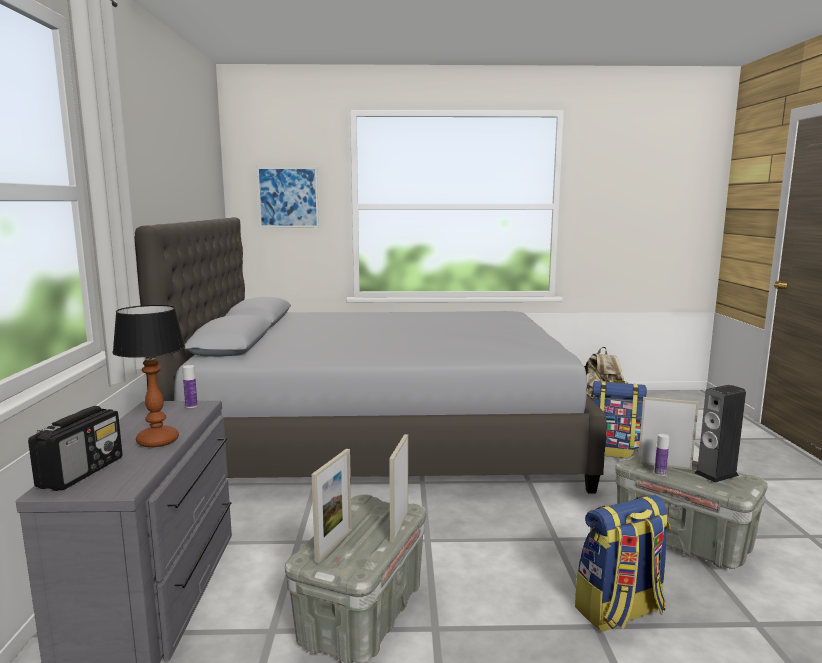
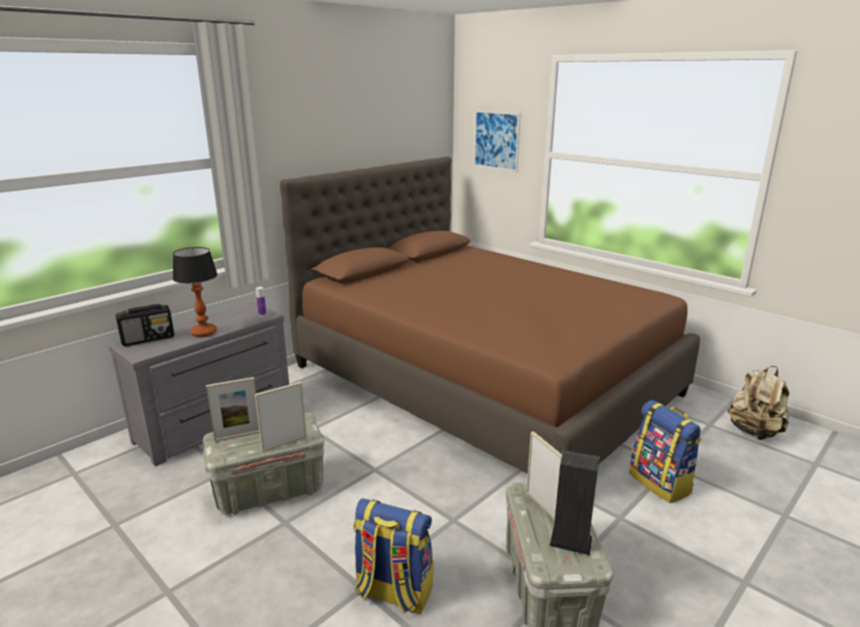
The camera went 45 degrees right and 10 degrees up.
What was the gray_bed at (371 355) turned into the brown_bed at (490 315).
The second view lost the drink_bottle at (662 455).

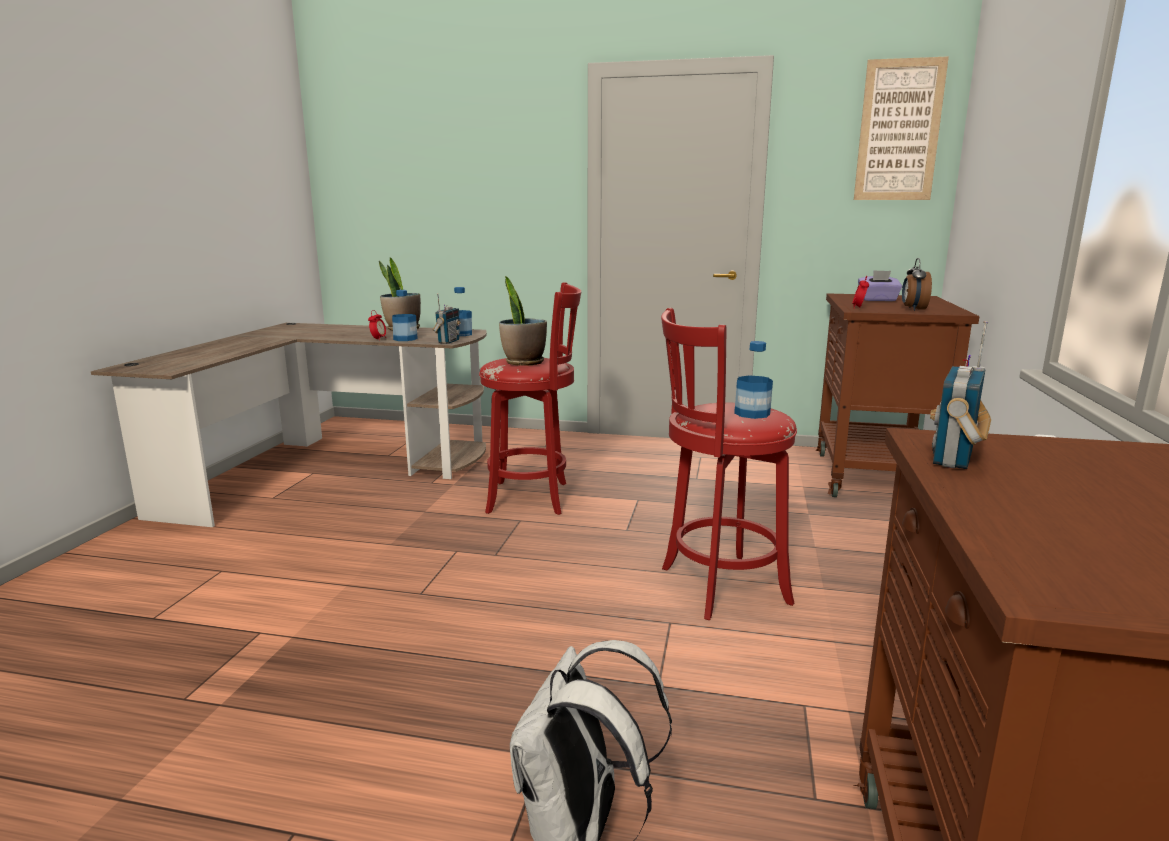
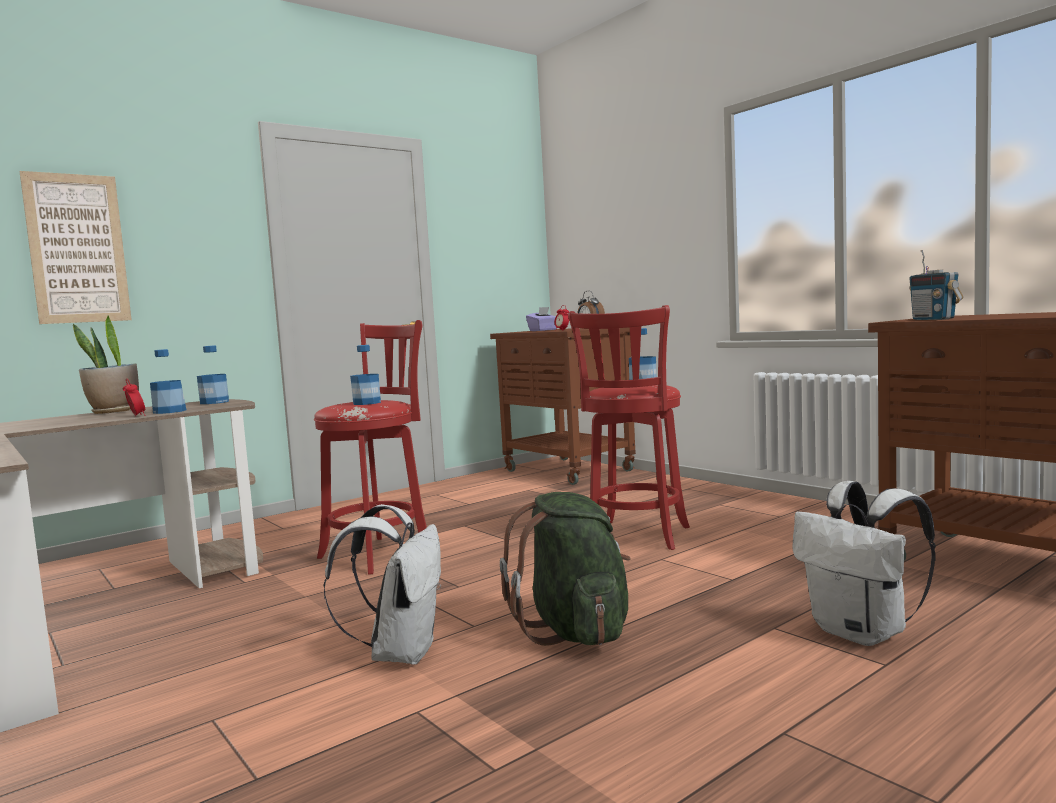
The camera went 50 degrees left and 10 degrees down.
The wall_art ended up elsewhere, having gone from (901 128) to (75 247).
The second view gained the white_knapsack at (382 584).
Where the potted_plant stood at (523 321), the drink_bottle came to stand at (365 375).
The second view gained the green-coloured_knapsack at (565 569).
The second view lost the radio_receiver at (447 318).

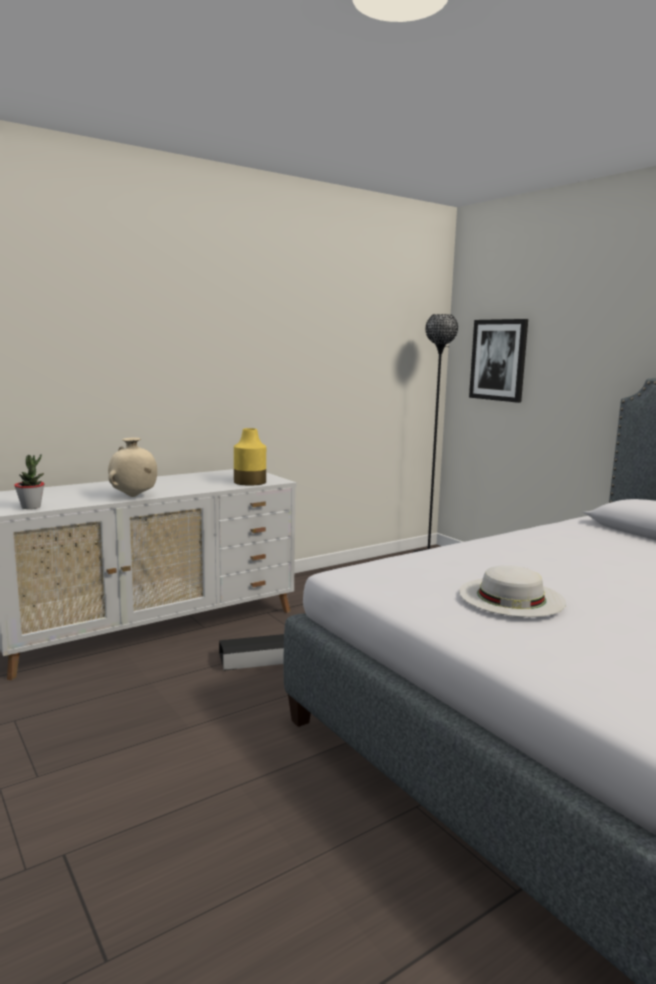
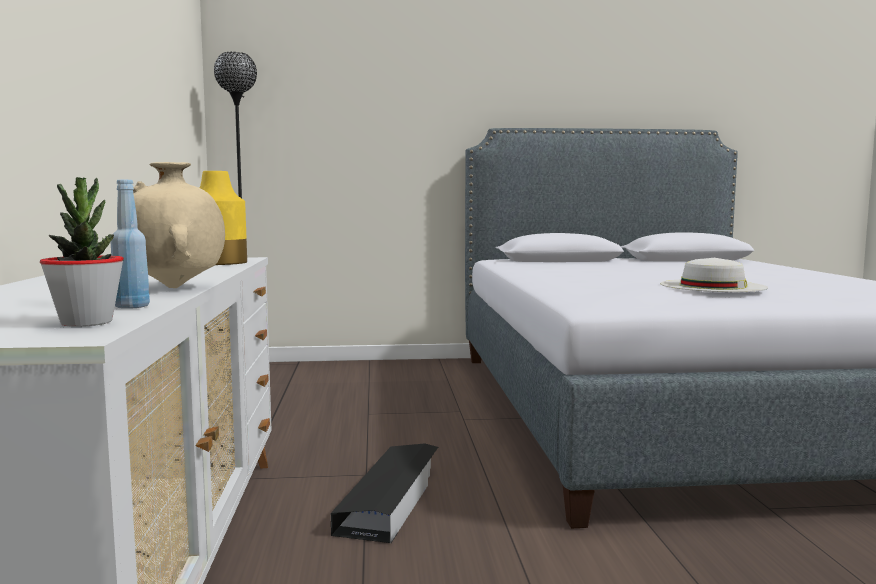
The camera went 60 degrees left and 5 degrees down.
The second view gained the blue-coloured_drink_bottle at (130 244).
The second view lost the wall_art at (498 361).

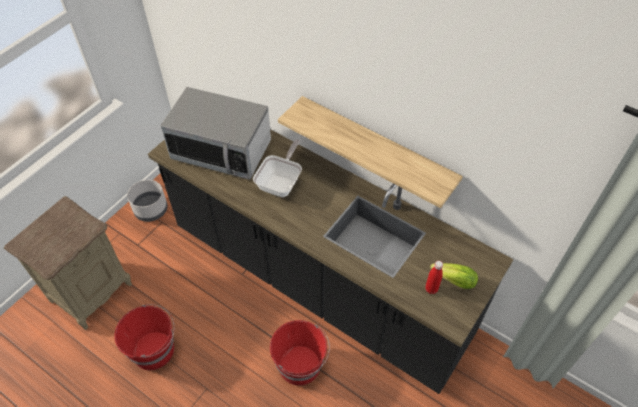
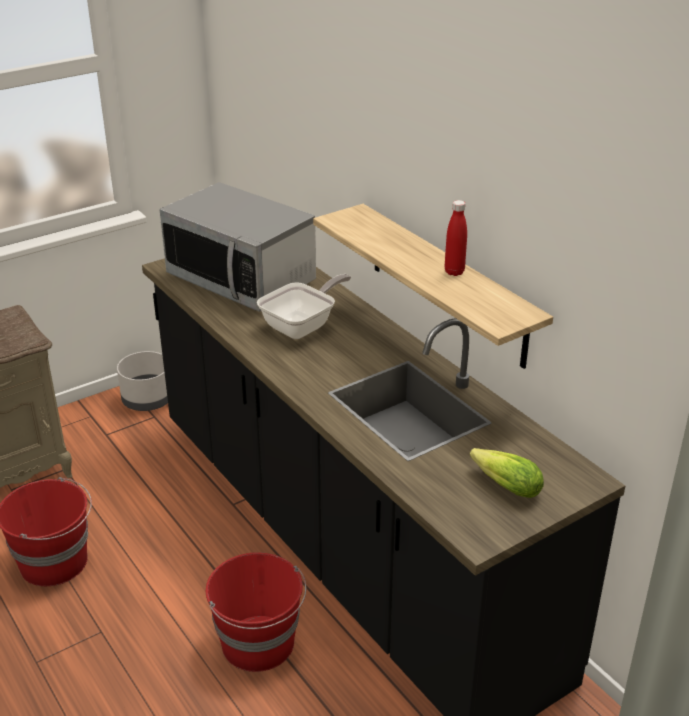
The camera went 20 degrees right and 20 degrees down.
The red-coloured_drink_bottle ended up elsewhere, having gone from (434 277) to (456 238).

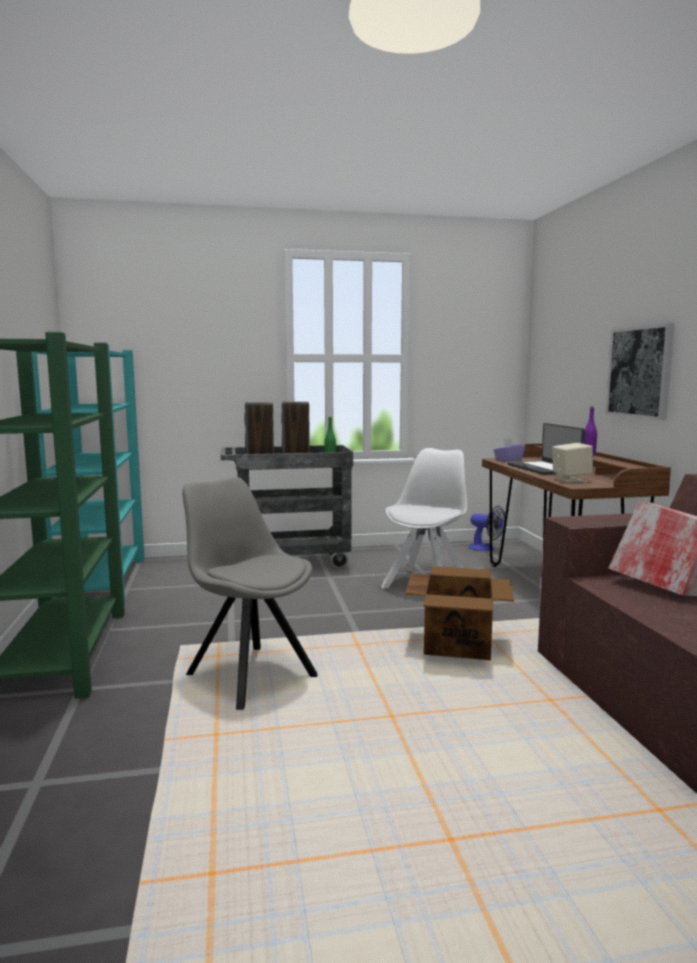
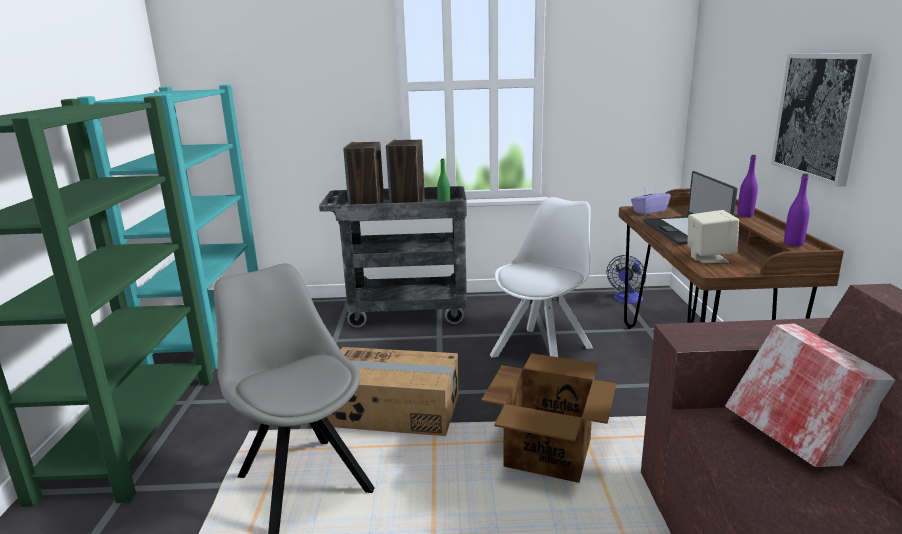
The camera went 10 degrees right and 10 degrees up.
The second view gained the packing_box at (393 391).
The cooling_fan at (486 528) ended up facing another way, 75 degrees clockwise from before.
The second view gained the purple-coloured_drink_bottle at (797 210).

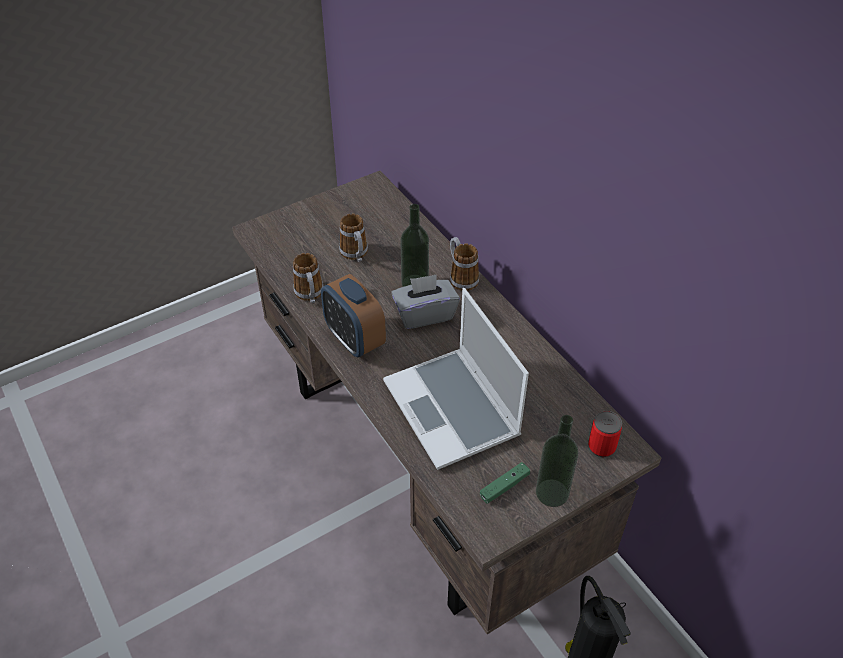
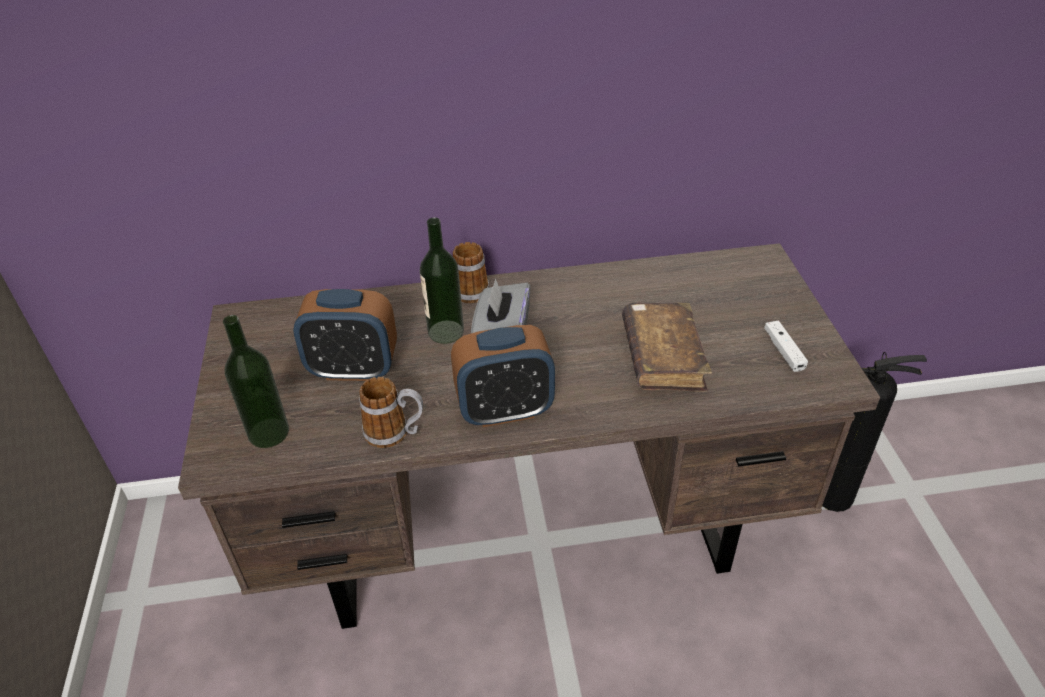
The camera went 65 degrees left and 5 degrees down.
The drink_bottle ended up elsewhere, having gone from (557 461) to (256 381).
Where the tea_mug stood at (353 238), the table_clock came to stand at (345 335).
Where the laptop stood at (456 379), the brown_book came to stand at (667 347).
What was the green-coloured_game_controller at (505 483) turned into the white_game_controller at (786 346).
The second view lost the metal_can at (605 434).

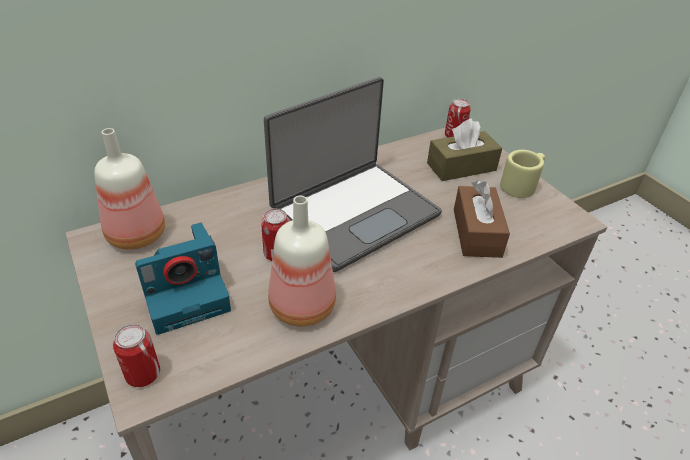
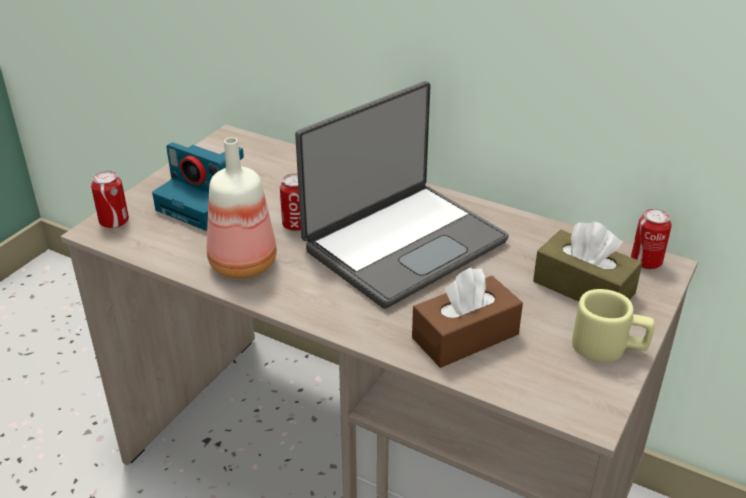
The camera went 60 degrees right and 5 degrees down.
The laptop at (353 174) ended up facing another way, 60 degrees counterclockwise from before.
The second view lost the drink_bottle at (129 189).

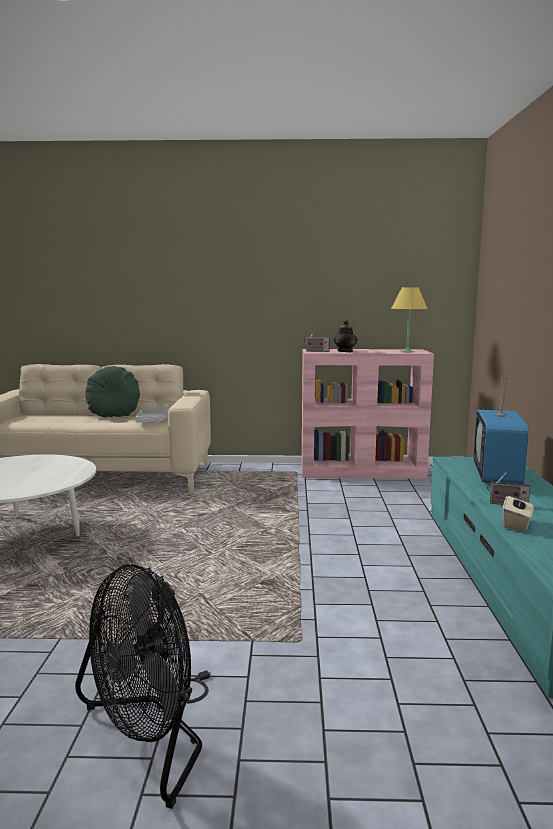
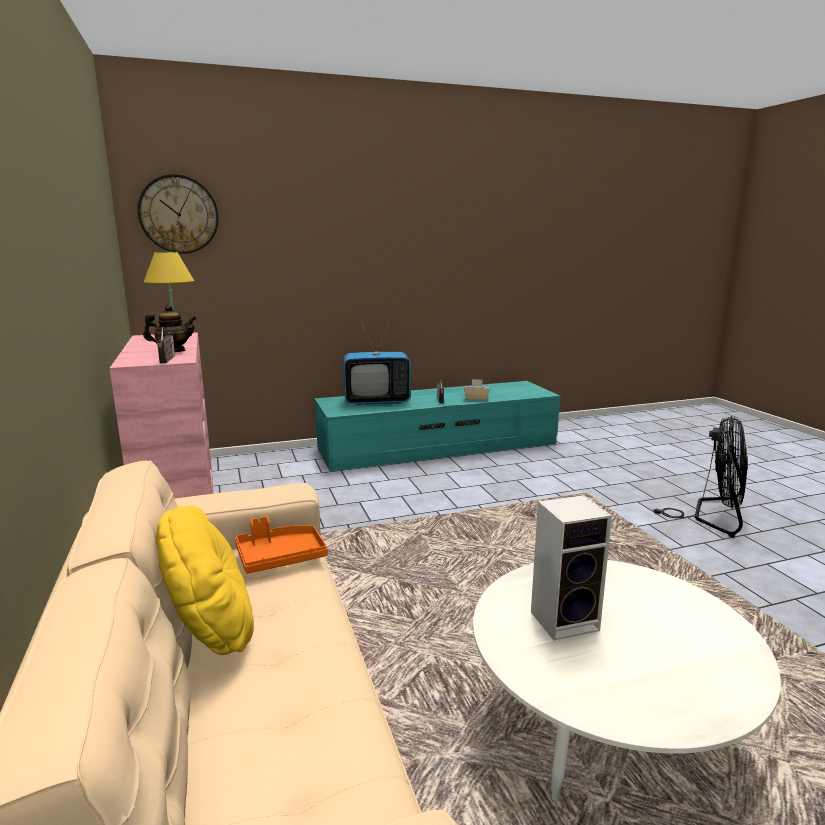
The camera went 110 degrees left and 5 degrees up.
The second view gained the clock_on_the_wall at (178 214).
What was the green-coloured_cushion at (112 391) turned into the yellow-coloured_cushion at (205 580).
What was the gray_serving_tray at (151 413) turned into the orangey_serving_tray at (281 544).
The second view gained the speaker at (571 568).

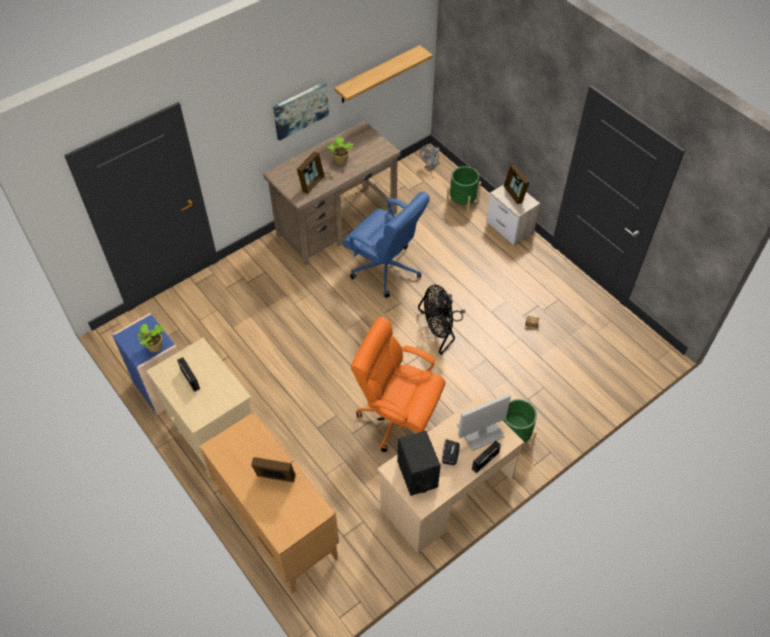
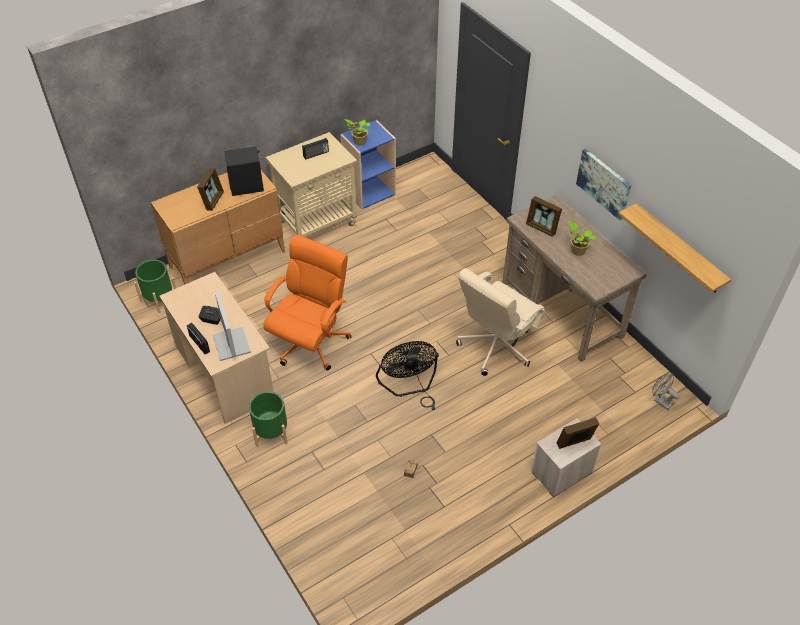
The camera went 95 degrees right and 5 degrees down.
The green-coloured_flower_pot ended up elsewhere, having gone from (463 190) to (155 286).
The blackish_speaker ended up elsewhere, having gone from (419 463) to (244 171).
What was the blue-coloured_computer_chair at (386 245) turned into the beige-coloured_computer_chair at (500 322).

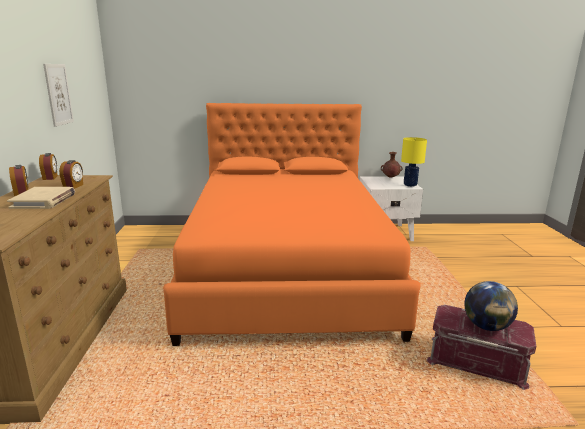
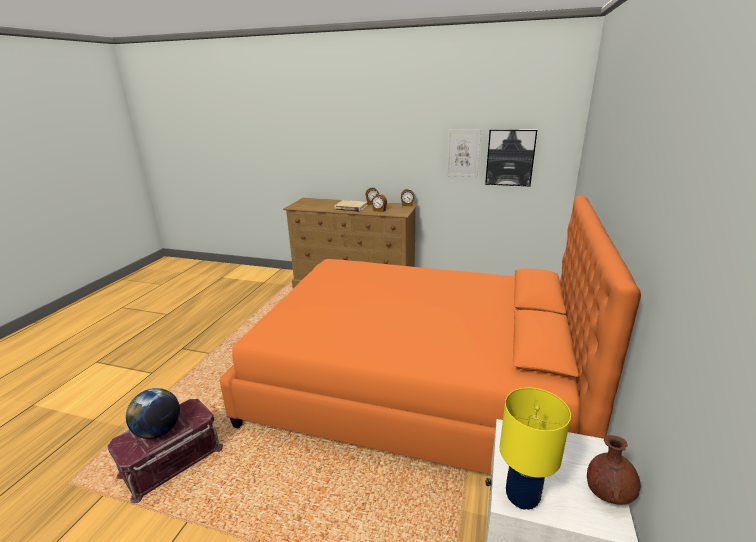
The camera went 110 degrees right and 5 degrees up.
The second view gained the wall_art at (511 157).

